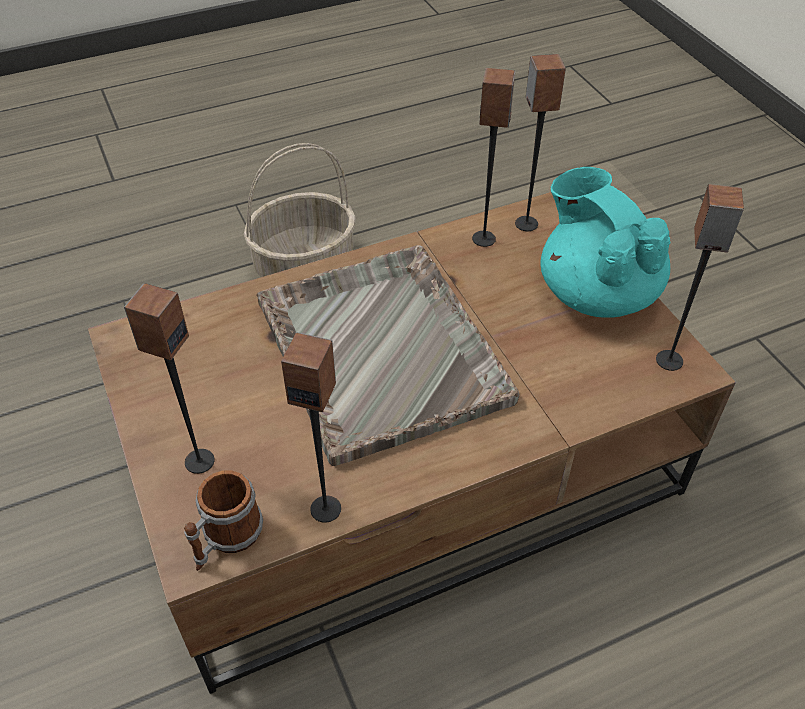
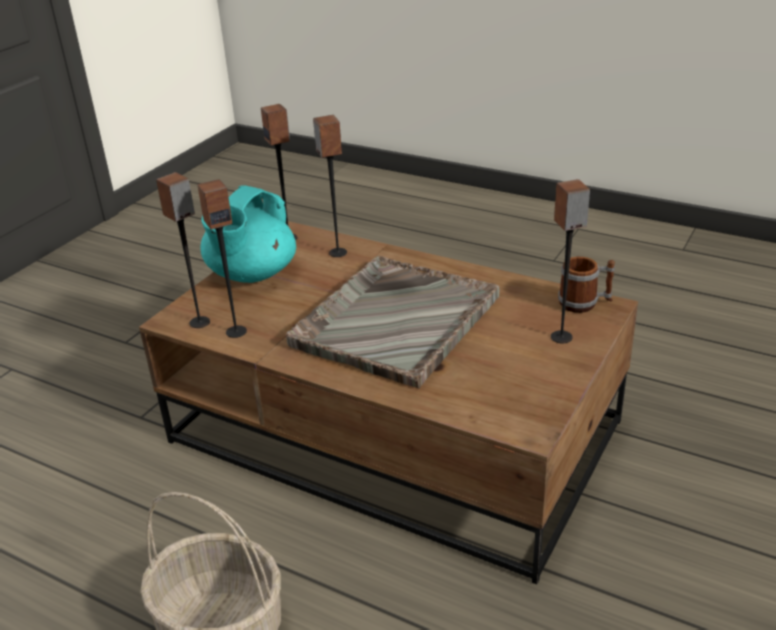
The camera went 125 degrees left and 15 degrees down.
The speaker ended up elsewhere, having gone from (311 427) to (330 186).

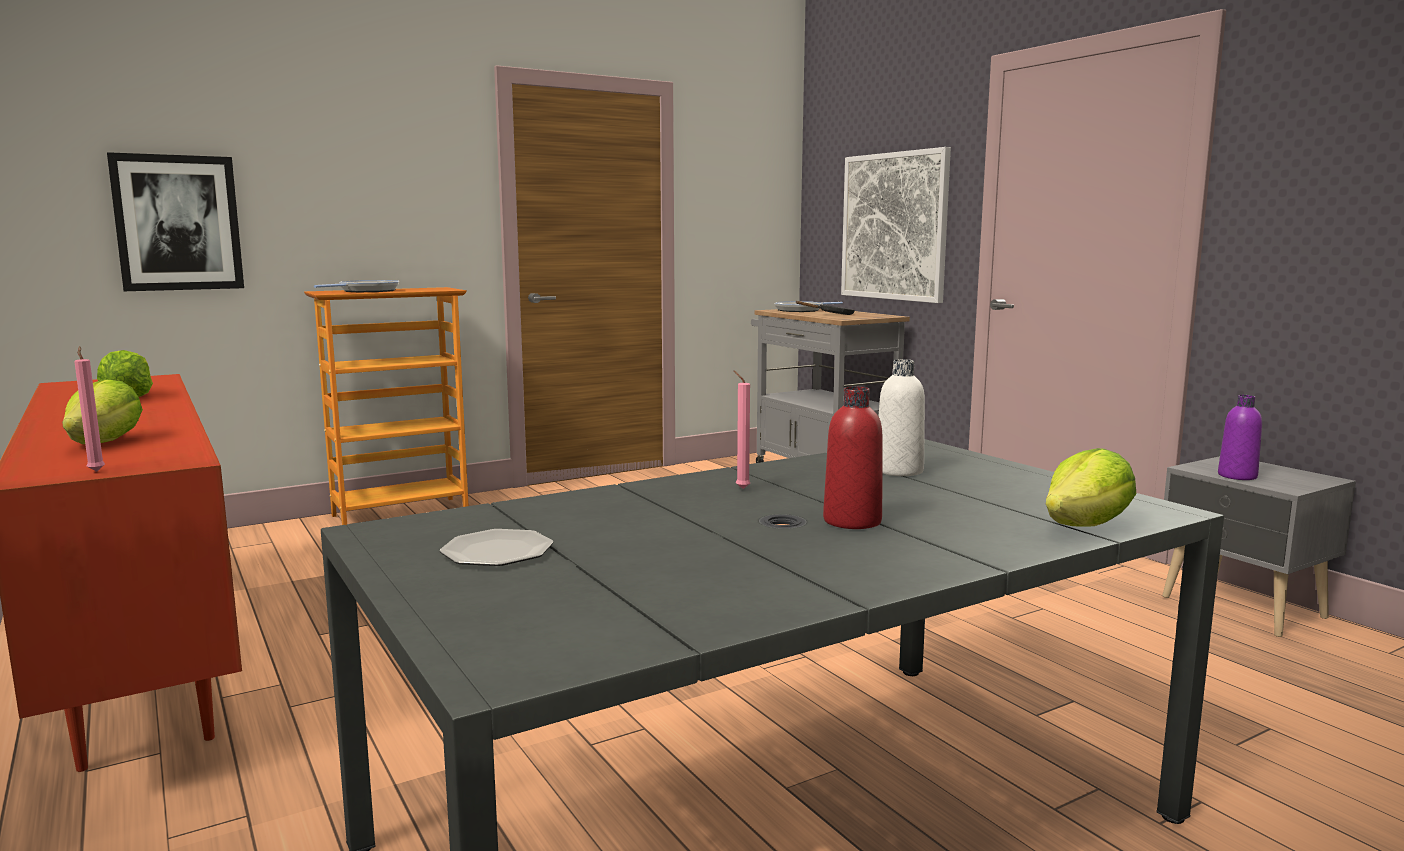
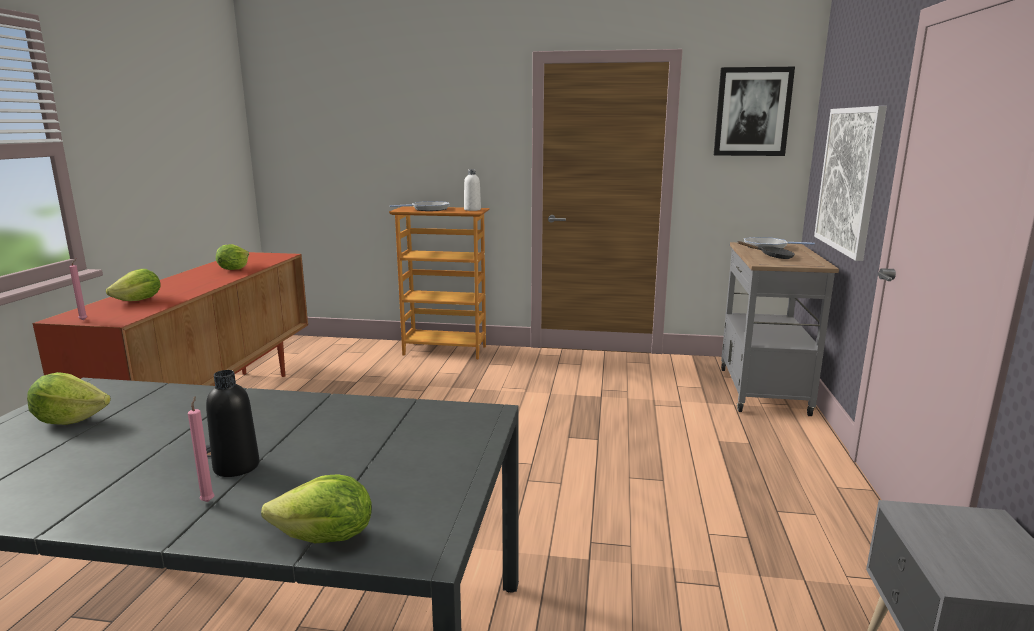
The camera went 40 degrees right and 5 degrees up.
Where the plate stood at (496 547), the lettuce came to stand at (69 398).
The pink-coloured_wax_candle ended up elsewhere, having gone from (742 430) to (201 449).
What was the red-coloured_drink_bottle at (853 457) turned into the blackish_drink_bottle at (232 423).
The white_drink_bottle ended up elsewhere, having gone from (901 417) to (472 190).
The wall_art ended up elsewhere, having gone from (175 221) to (754 111).
The second view lost the purple-coloured_drink_bottle at (1240 437).

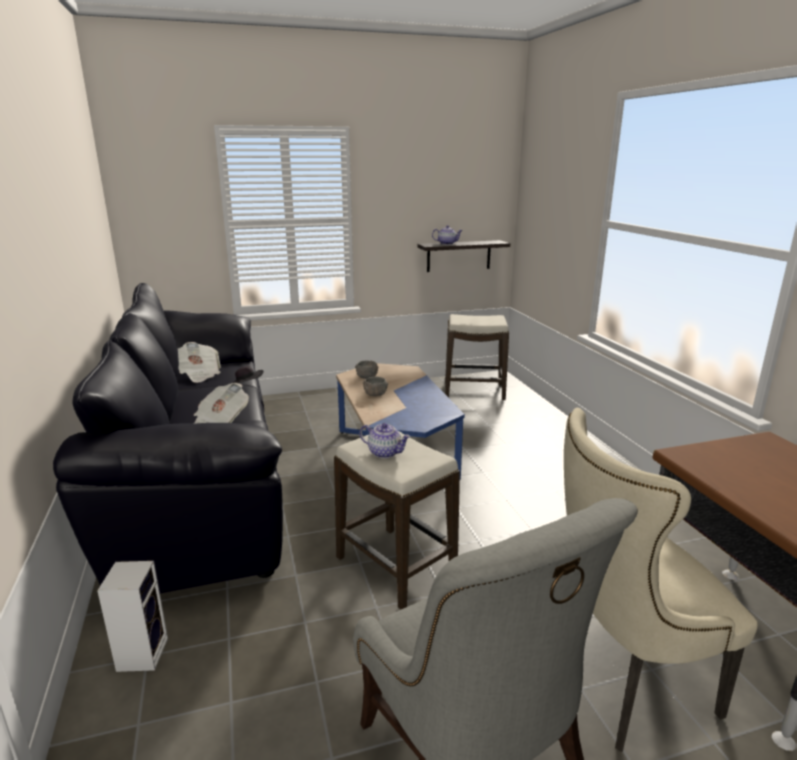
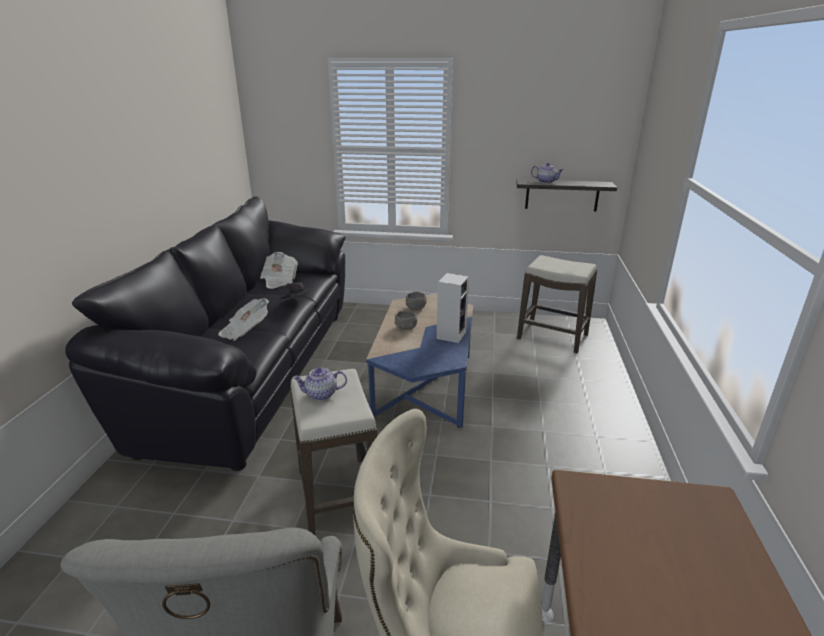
The camera went 25 degrees right and 5 degrees up.
The tea_pot at (385 440) ended up facing another way, 120 degrees clockwise from before.
The speaker ended up elsewhere, having gone from (132 616) to (453 308).

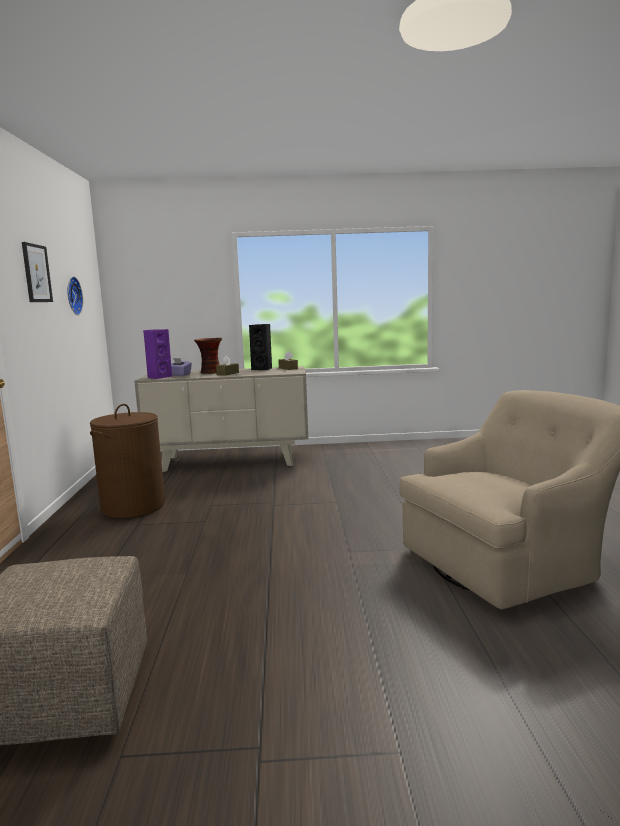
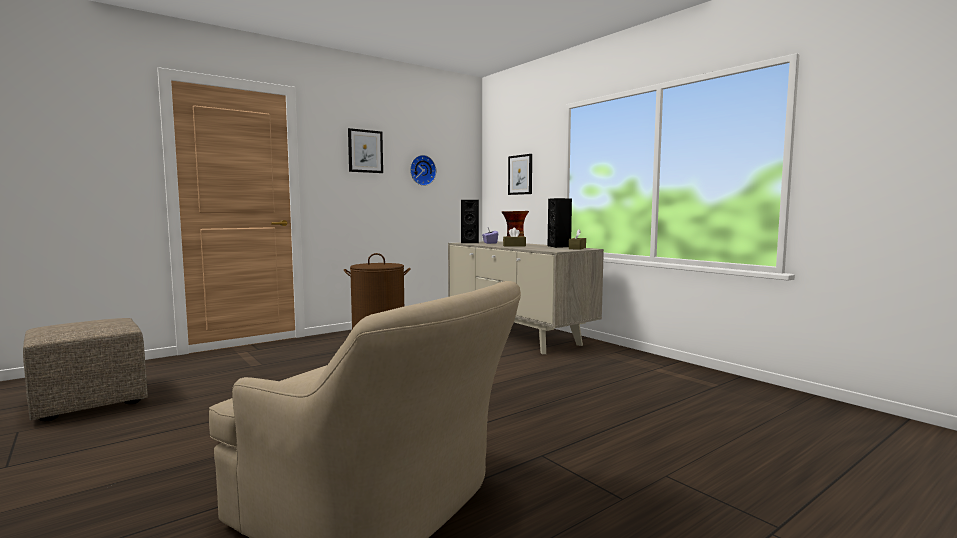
The camera went 55 degrees right and 5 degrees down.
What was the purple-coloured_speaker at (157 354) turned into the blackish_speaker at (470 221).
The second view gained the wall_art at (520 174).

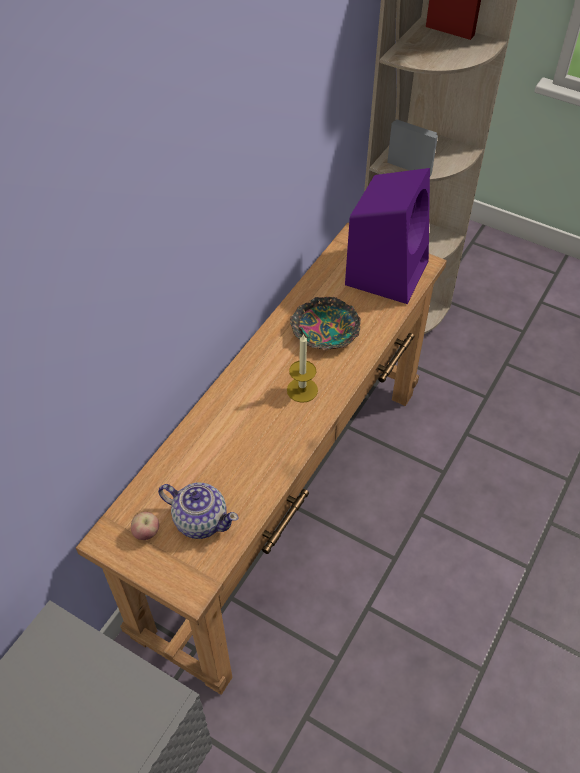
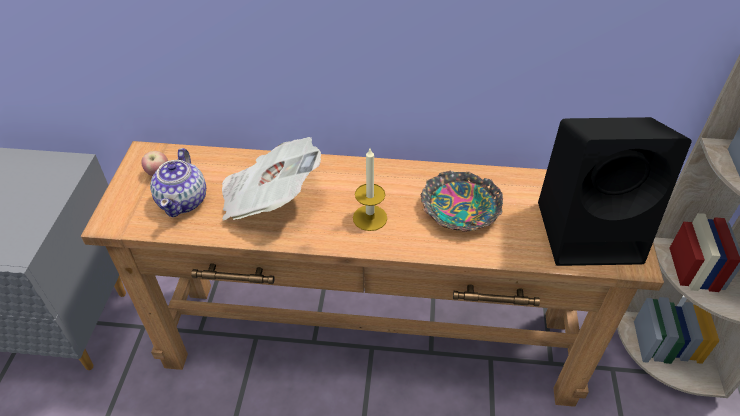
The camera went 65 degrees right and 5 degrees down.
The second view gained the newspaper at (271 178).
What was the purple-coloured_speaker at (387 236) turned into the blackish_speaker at (615 191).

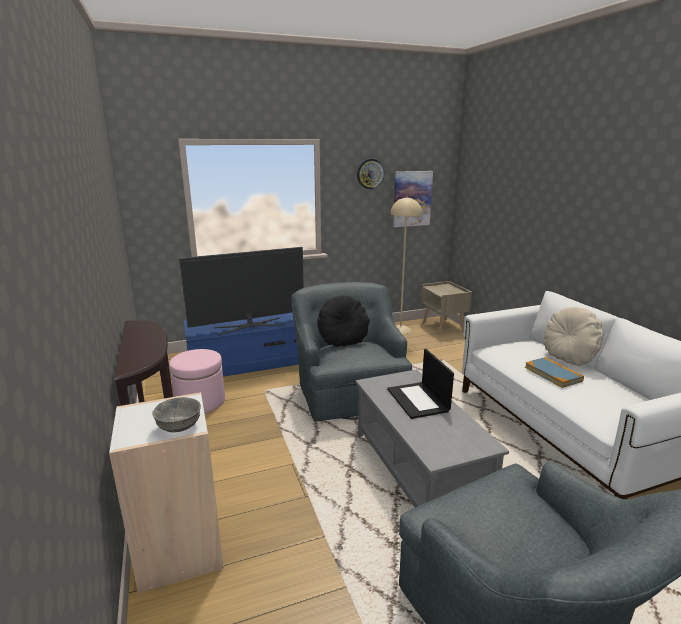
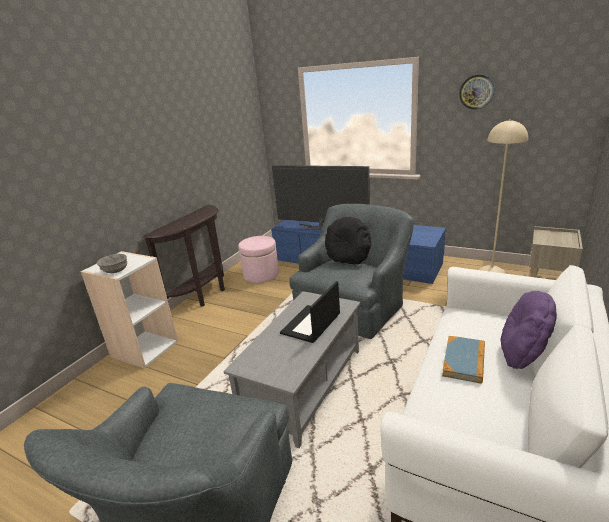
The camera went 50 degrees right and 5 degrees up.
What was the beige-coloured_cushion at (573 336) turned into the purple-coloured_cushion at (528 330).
The second view lost the wall_art at (413 199).

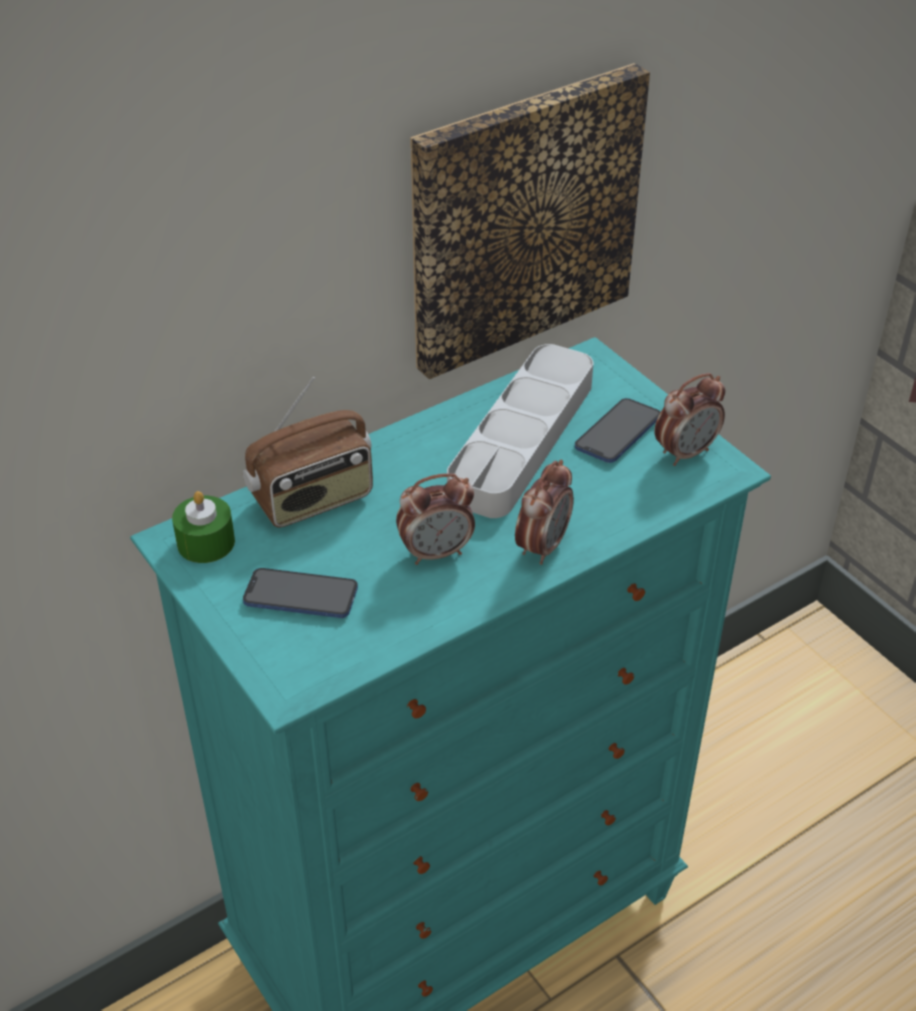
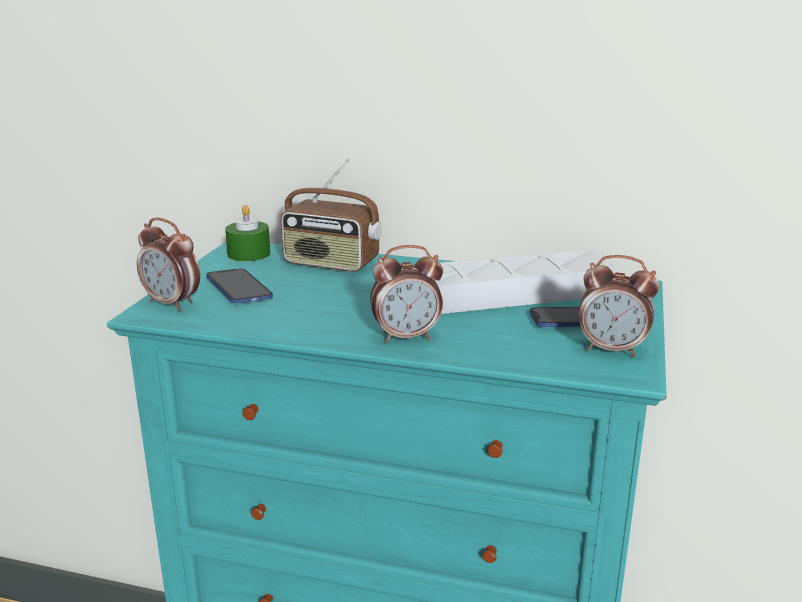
The camera went 50 degrees right and 20 degrees down.
The table_clock ended up elsewhere, having gone from (435 519) to (168 264).
The second view lost the wall_art at (530 221).

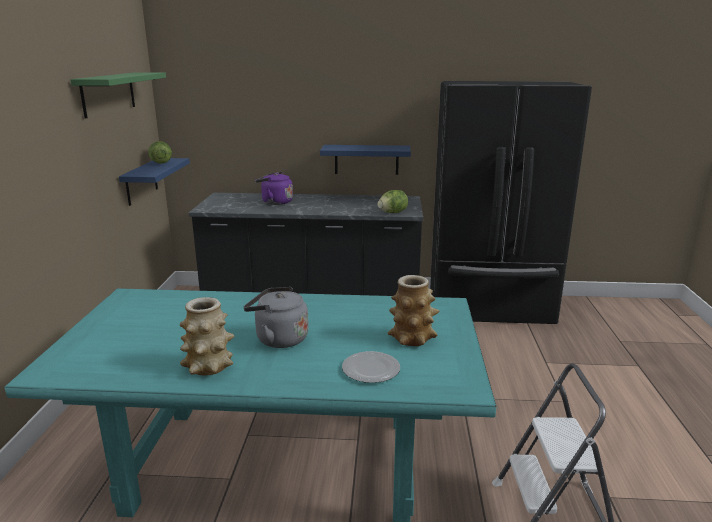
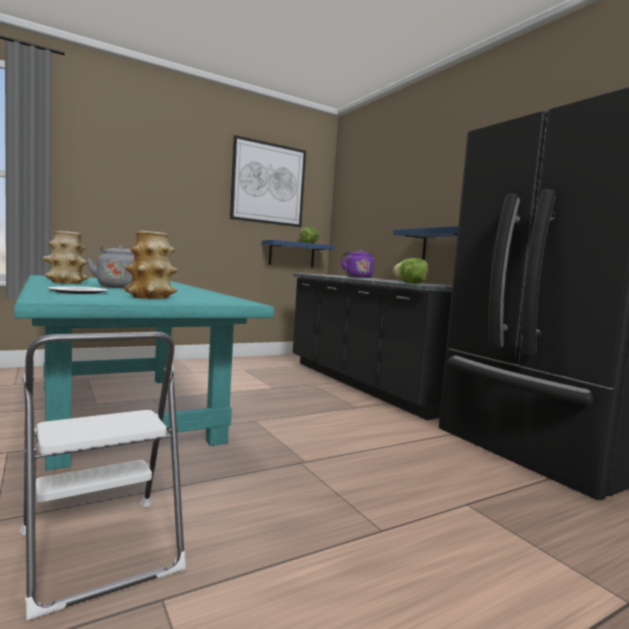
The camera went 55 degrees right and 15 degrees down.
Where the green-coloured_wall_shelf hung at (118 95), the wall_art came to hang at (268 181).

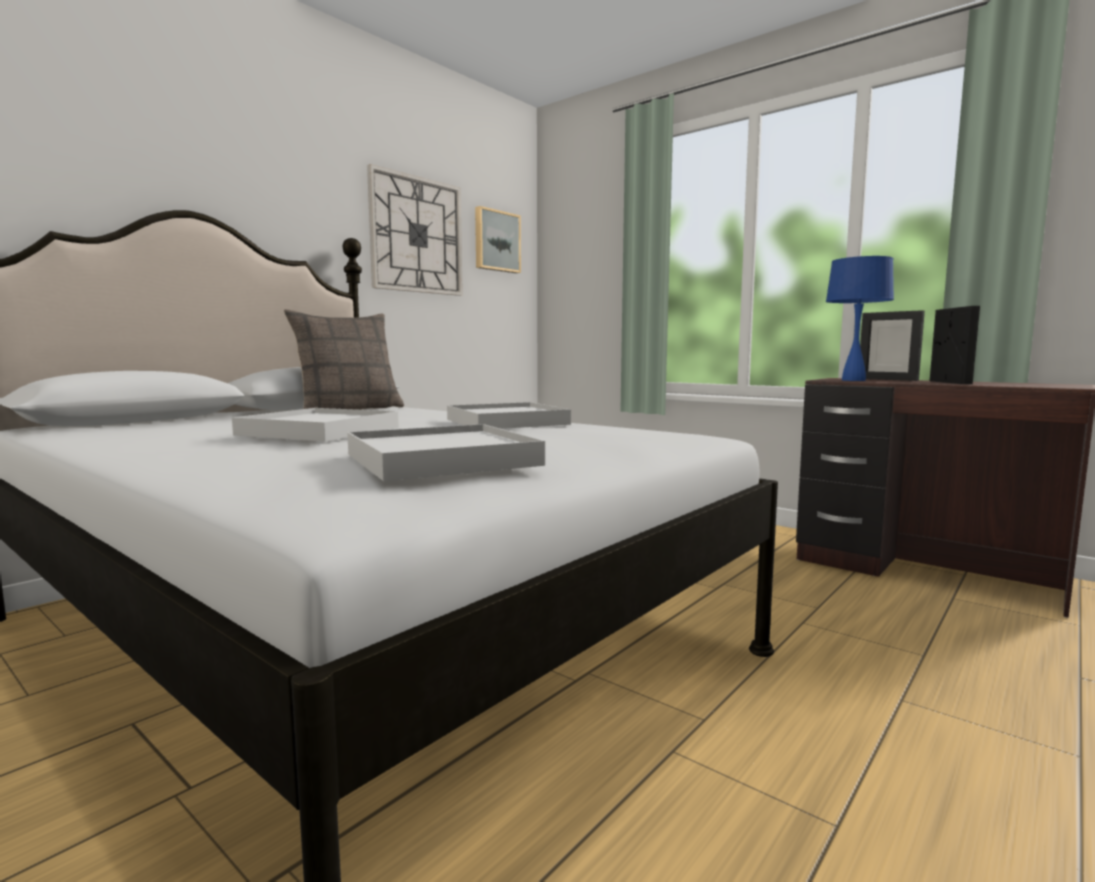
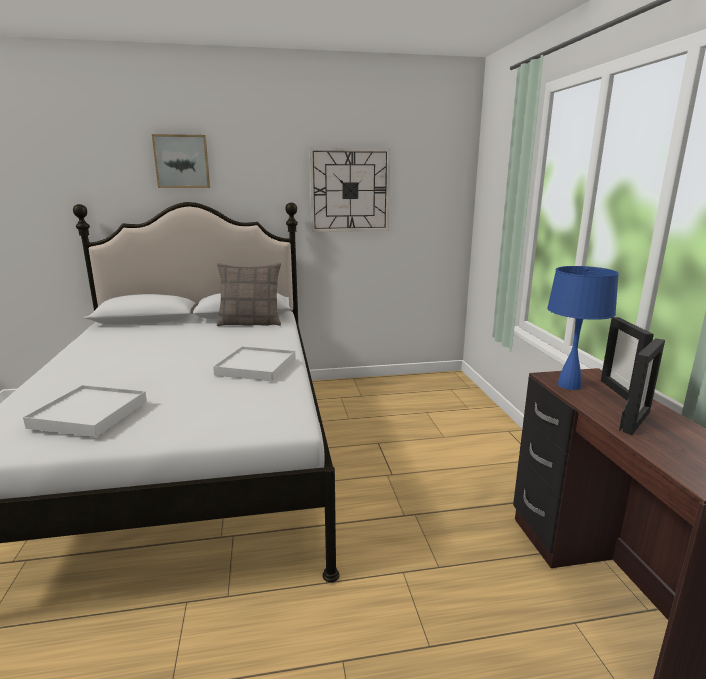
The camera went 40 degrees right and 10 degrees up.
The wall_art ended up elsewhere, having gone from (498 239) to (181 161).
The second view lost the white_serving_tray at (315 425).

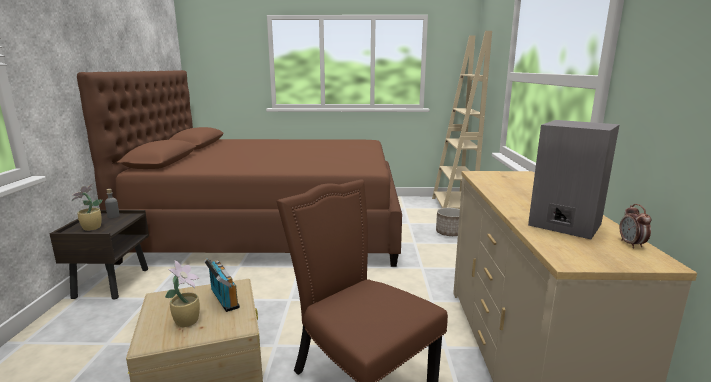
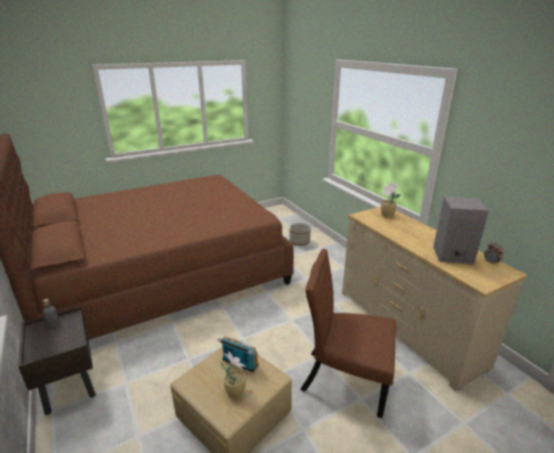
The camera went 30 degrees left and 10 degrees up.
The potted_plant ended up elsewhere, having gone from (87 207) to (391 199).
The second view lost the beige-coloured_bookcase at (462 120).

